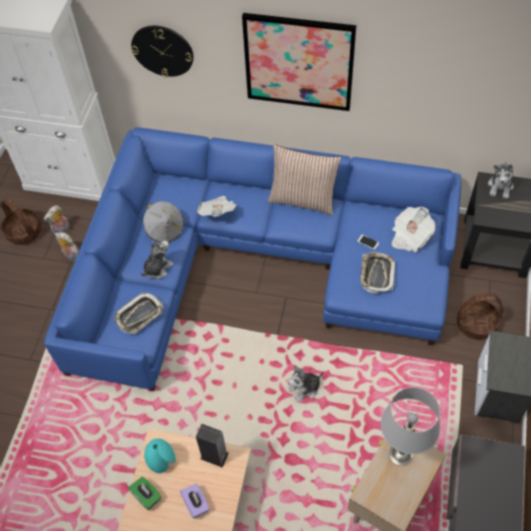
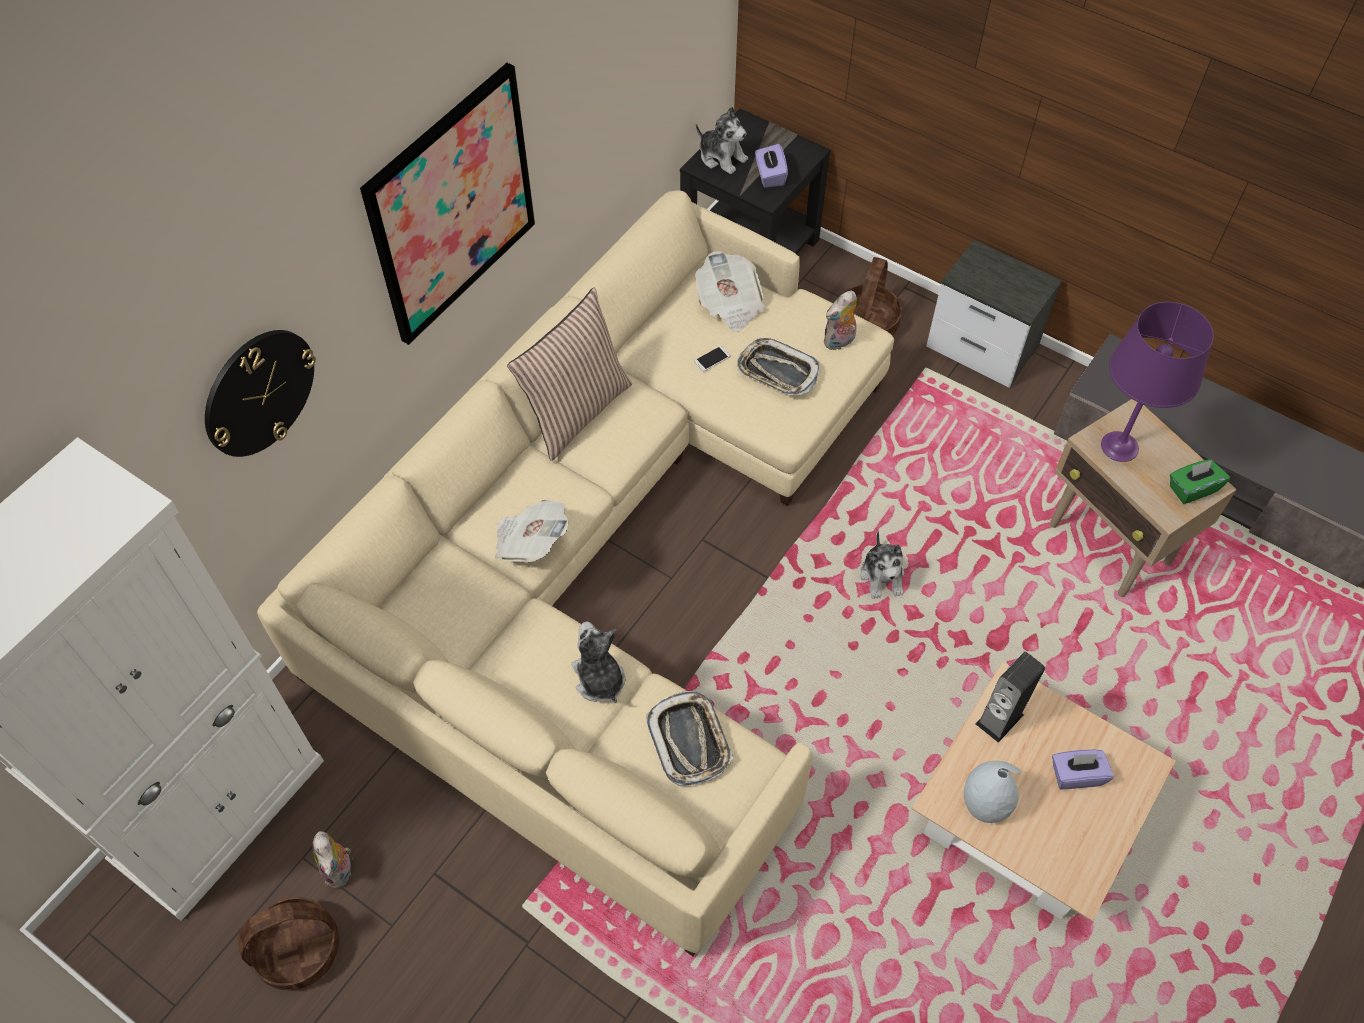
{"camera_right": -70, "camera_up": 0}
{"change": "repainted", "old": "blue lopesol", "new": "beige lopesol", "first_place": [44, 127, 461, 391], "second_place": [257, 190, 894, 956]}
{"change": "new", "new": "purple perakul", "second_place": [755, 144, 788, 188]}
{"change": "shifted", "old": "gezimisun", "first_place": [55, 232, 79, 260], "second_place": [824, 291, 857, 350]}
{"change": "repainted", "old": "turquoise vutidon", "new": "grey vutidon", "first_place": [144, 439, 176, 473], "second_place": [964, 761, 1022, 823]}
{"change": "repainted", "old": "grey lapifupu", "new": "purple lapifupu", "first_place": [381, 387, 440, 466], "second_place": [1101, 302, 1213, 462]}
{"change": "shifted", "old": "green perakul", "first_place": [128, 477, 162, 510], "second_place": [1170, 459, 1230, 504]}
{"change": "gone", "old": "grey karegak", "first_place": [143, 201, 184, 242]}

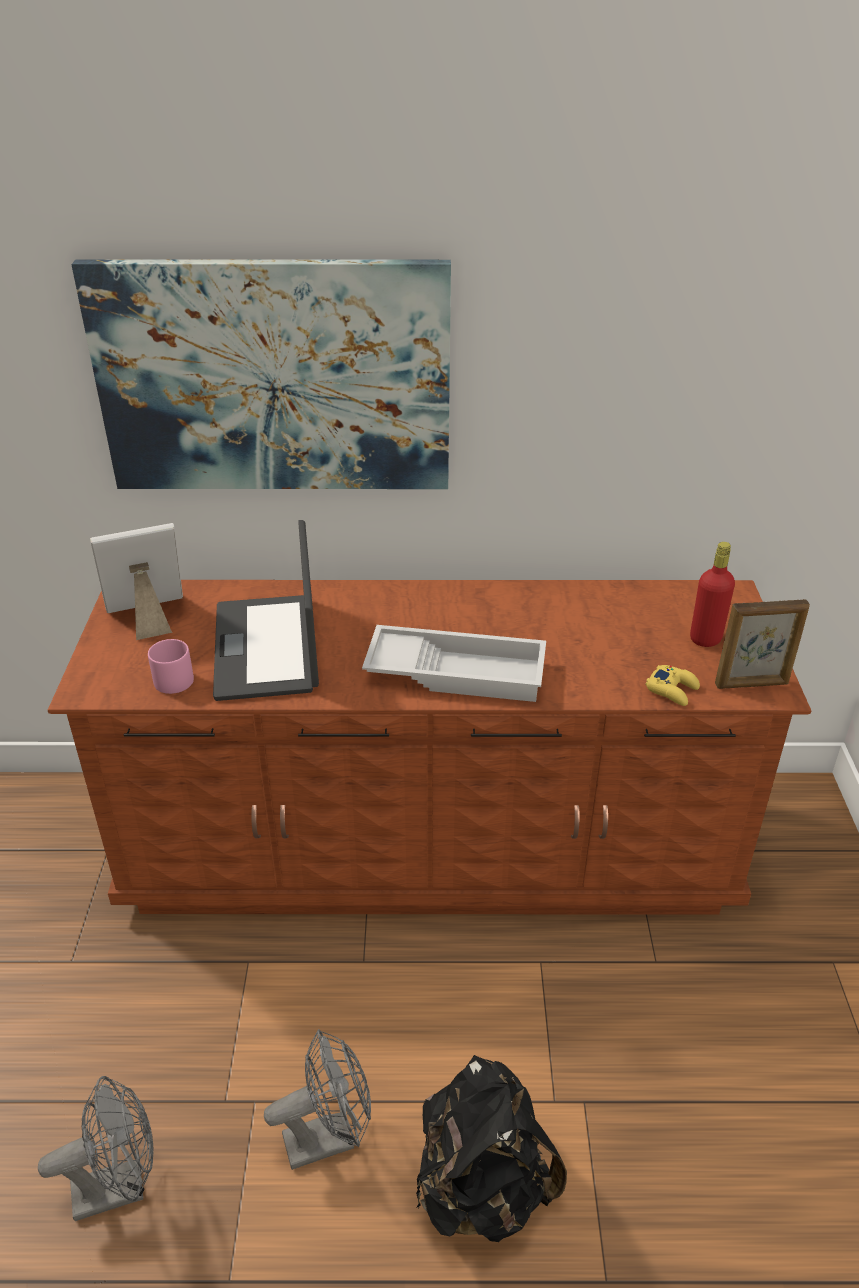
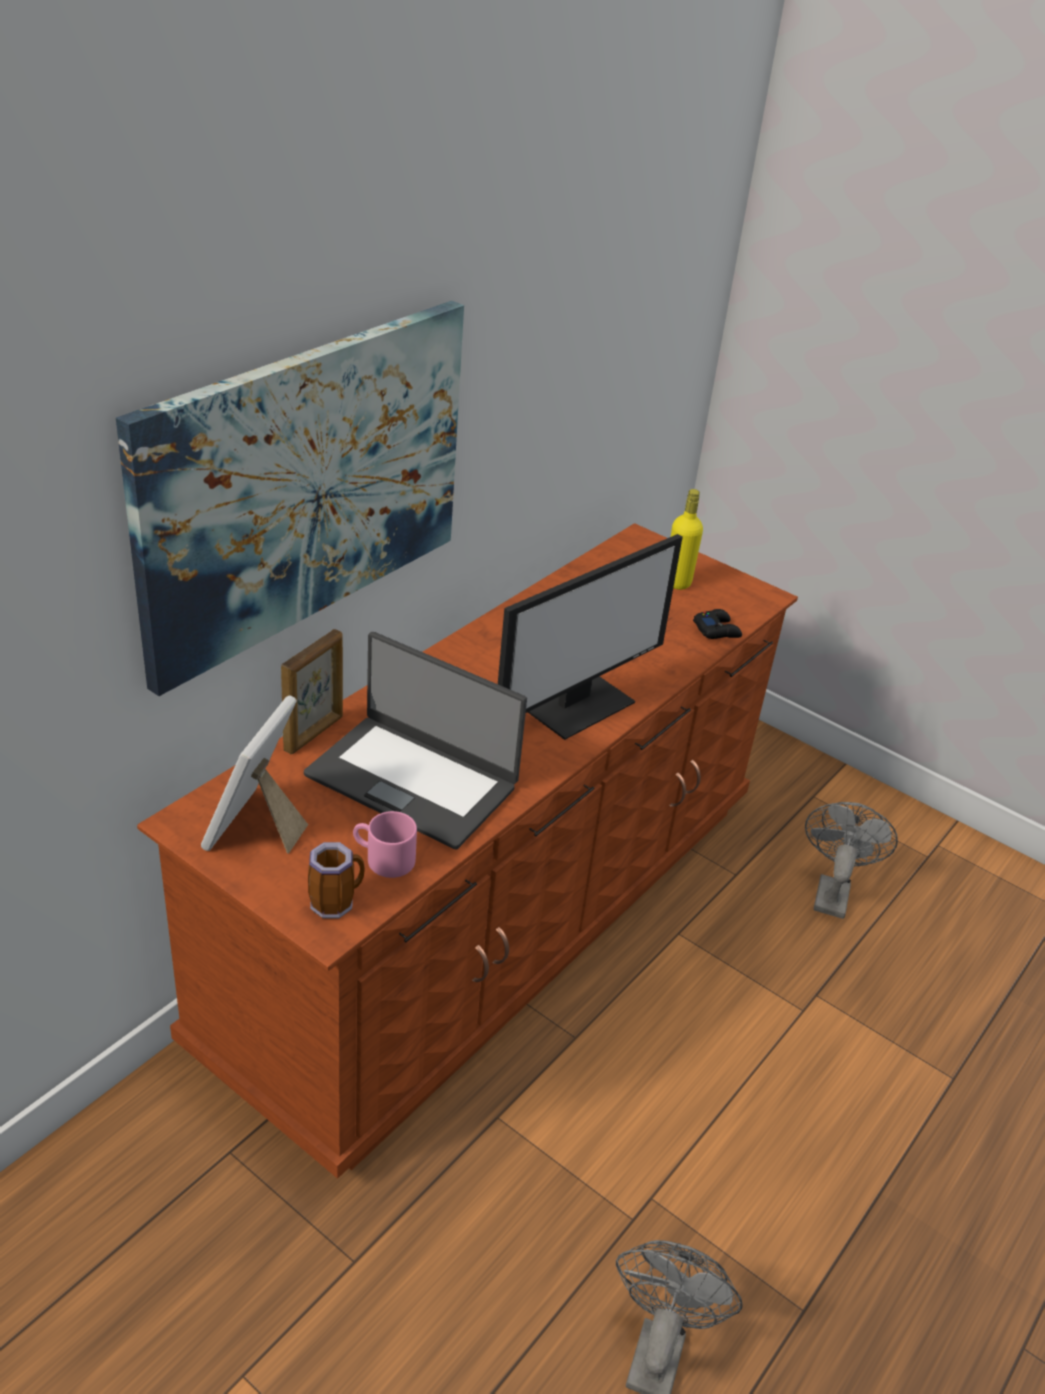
{"camera_right": -55, "camera_up": 0}
{"change": "shifted", "old": "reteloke", "first_place": [715, 599, 810, 689], "second_place": [281, 629, 343, 754]}
{"change": "new", "new": "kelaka", "second_place": [308, 842, 365, 919]}
{"change": "swapped", "old": "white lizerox", "new": "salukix", "first_place": [362, 625, 546, 702], "second_place": [498, 534, 683, 740]}
{"change": "repainted", "old": "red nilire", "new": "yellow nilire", "first_place": [690, 542, 735, 647], "second_place": [671, 489, 703, 590]}
{"change": "repainted", "old": "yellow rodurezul", "new": "black rodurezul", "first_place": [645, 665, 700, 706], "second_place": [693, 609, 742, 639]}
{"change": "shifted", "old": "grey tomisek", "first_place": [264, 1029, 371, 1170], "second_place": [805, 802, 898, 919]}
{"change": "gone", "old": "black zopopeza", "first_place": [416, 1055, 567, 1242]}

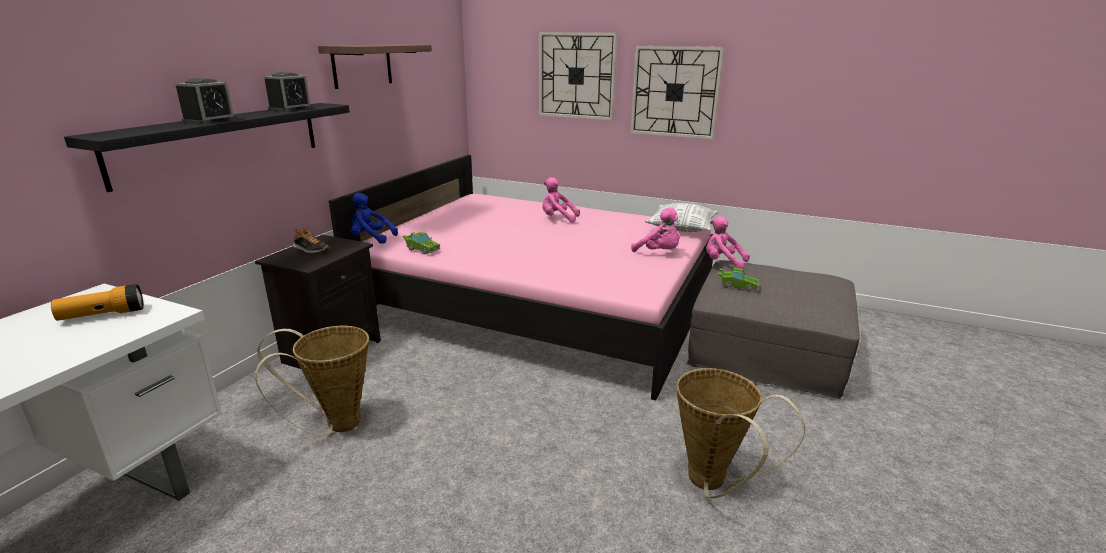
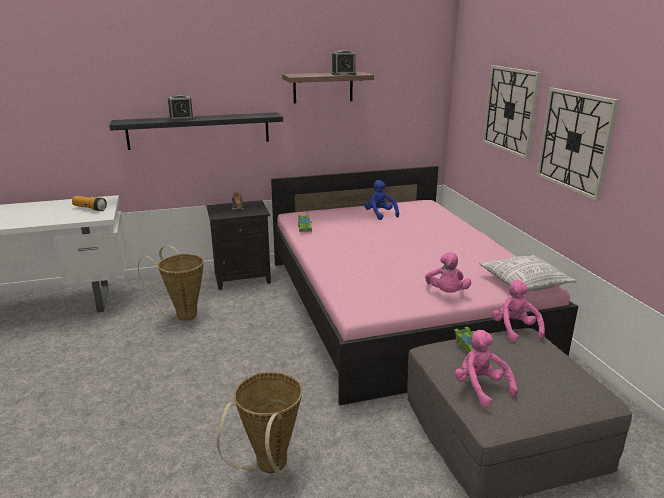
{"camera_right": 50, "camera_up": 0}
{"change": "shifted", "old": "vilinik", "first_place": [264, 72, 312, 112], "second_place": [331, 50, 356, 75]}
{"change": "shifted", "old": "blue gezimisun", "first_place": [351, 193, 398, 244], "second_place": [364, 180, 399, 220]}
{"change": "shifted", "old": "pink gezimisun", "first_place": [542, 177, 580, 223], "second_place": [455, 330, 518, 407]}

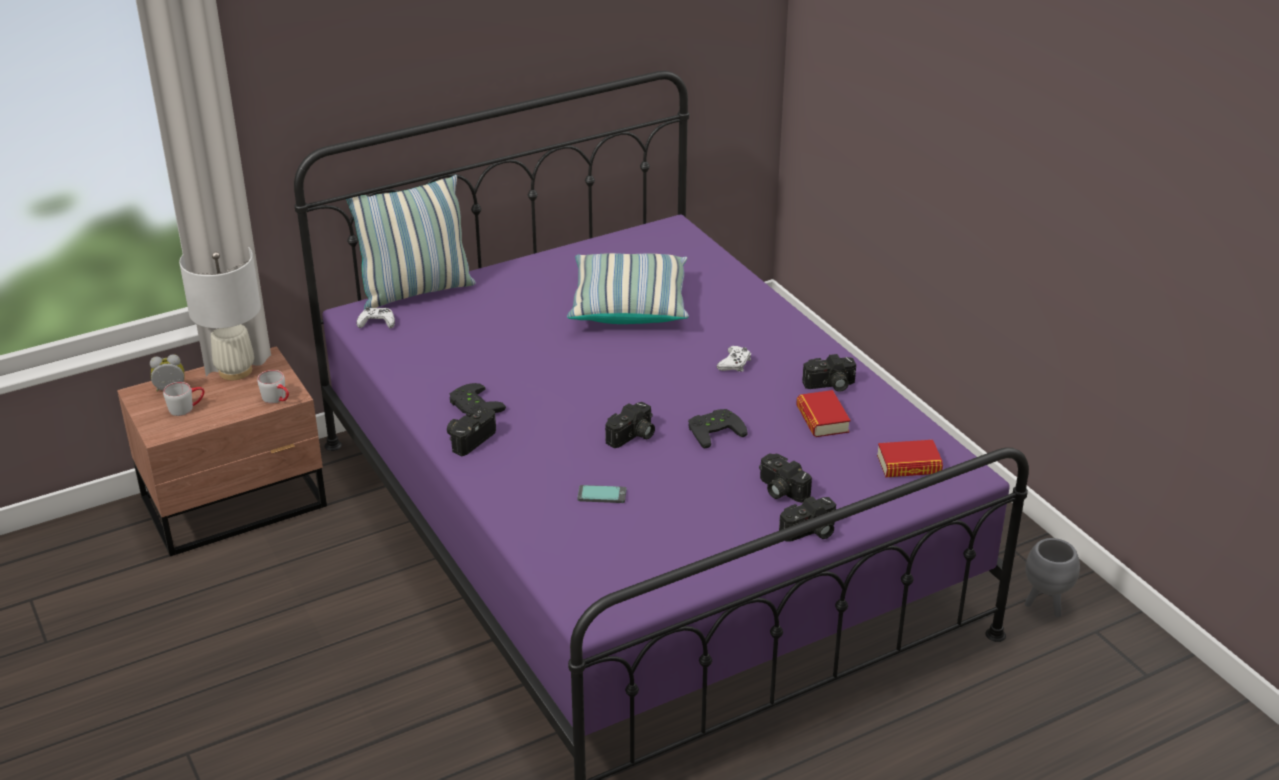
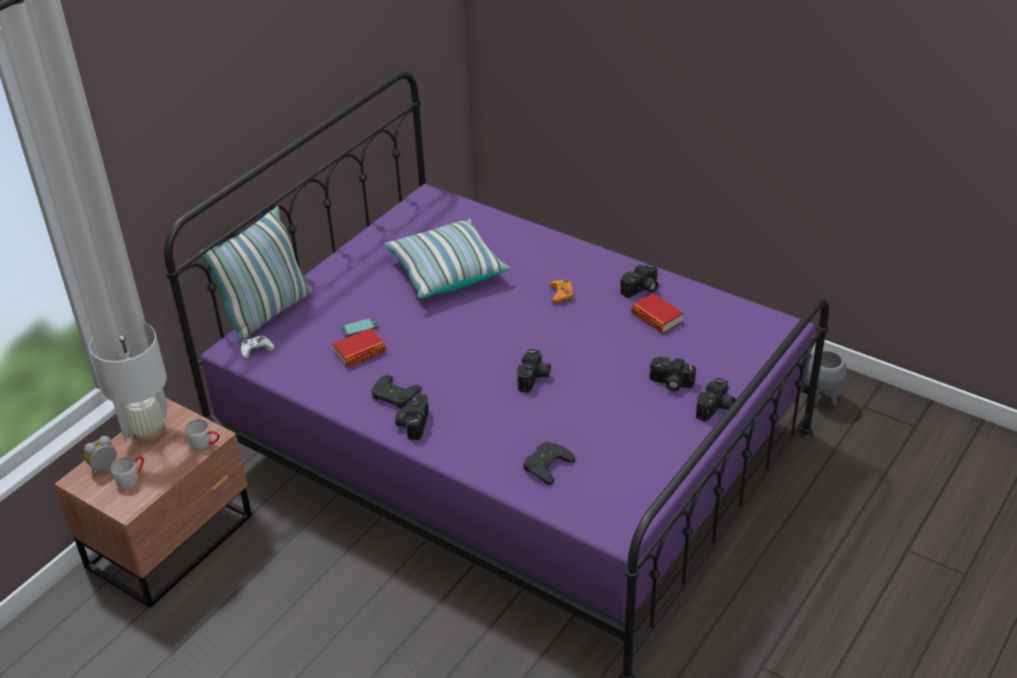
{"camera_right": -25, "camera_up": 5}
{"change": "shifted", "old": "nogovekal", "first_place": [877, 440, 943, 477], "second_place": [332, 328, 386, 368]}
{"change": "shifted", "old": "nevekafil", "first_place": [577, 485, 626, 503], "second_place": [341, 317, 379, 337]}
{"change": "shifted", "old": "black rodurezul", "first_place": [688, 409, 748, 449], "second_place": [523, 442, 575, 485]}
{"change": "repainted", "old": "white rodurezul", "new": "orange rodurezul", "first_place": [717, 346, 751, 372], "second_place": [550, 279, 573, 303]}

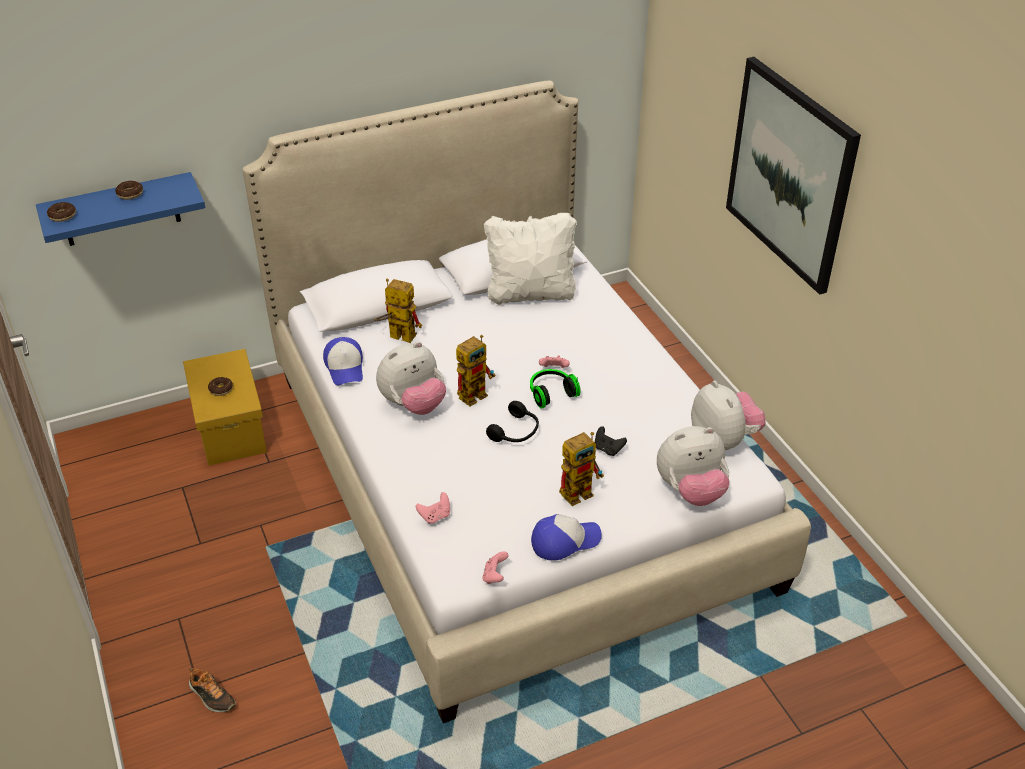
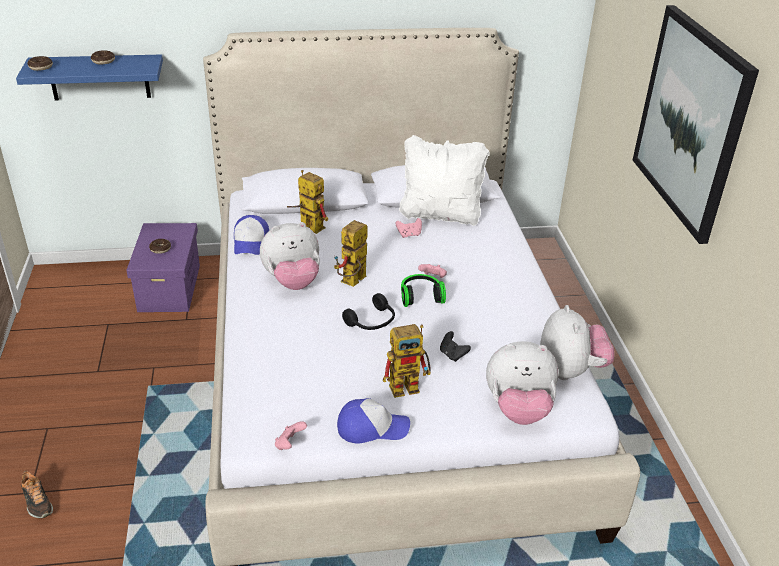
{"camera_right": 15, "camera_up": -5}
{"change": "repainted", "old": "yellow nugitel", "new": "purple nugitel", "first_place": [183, 349, 267, 466], "second_place": [126, 223, 200, 312]}
{"change": "rotated", "old": "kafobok", "first_place": [456, 335, 495, 406], "second_place": [334, 220, 368, 287], "degrees": 150}
{"change": "shifted", "old": "pink rodurezul", "first_place": [416, 492, 450, 524], "second_place": [395, 218, 422, 238]}

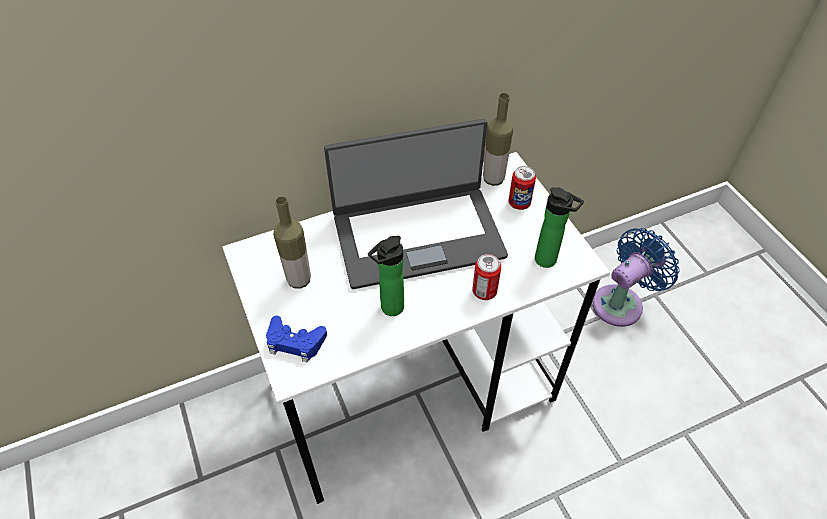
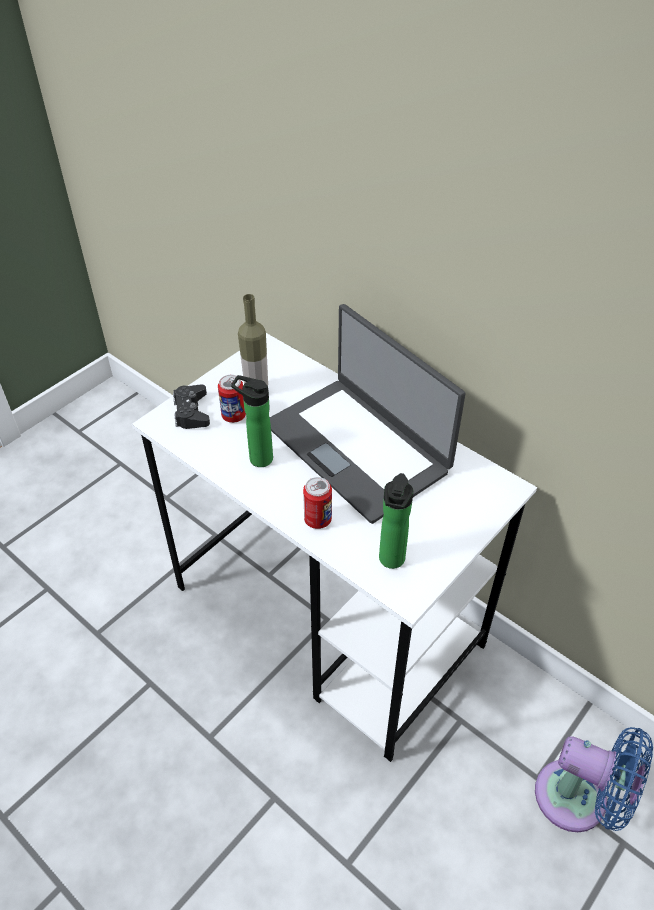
{"camera_right": 65, "camera_up": -5}
{"change": "repainted", "old": "blue rodurezul", "new": "black rodurezul", "first_place": [266, 316, 327, 362], "second_place": [173, 384, 210, 429]}
{"change": "shifted", "old": "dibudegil", "first_place": [508, 166, 536, 210], "second_place": [218, 375, 246, 423]}
{"change": "gone", "old": "nilire", "first_place": [483, 93, 513, 186]}

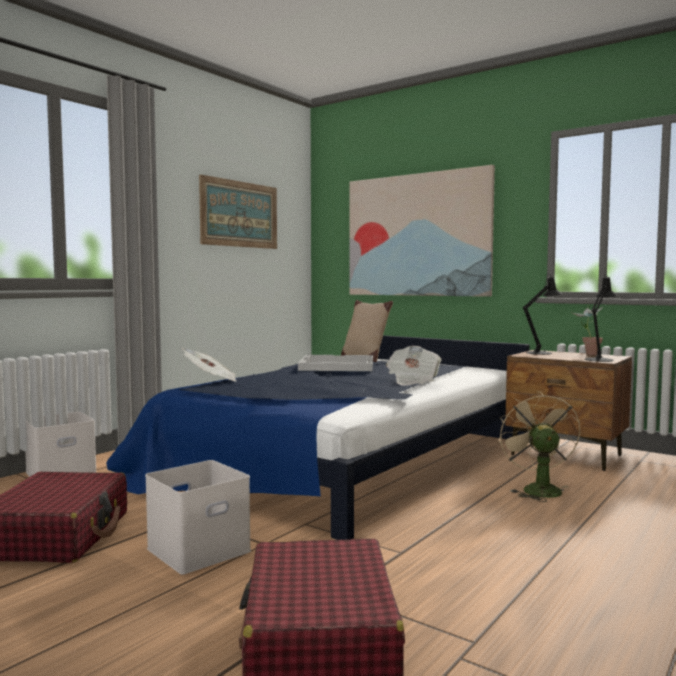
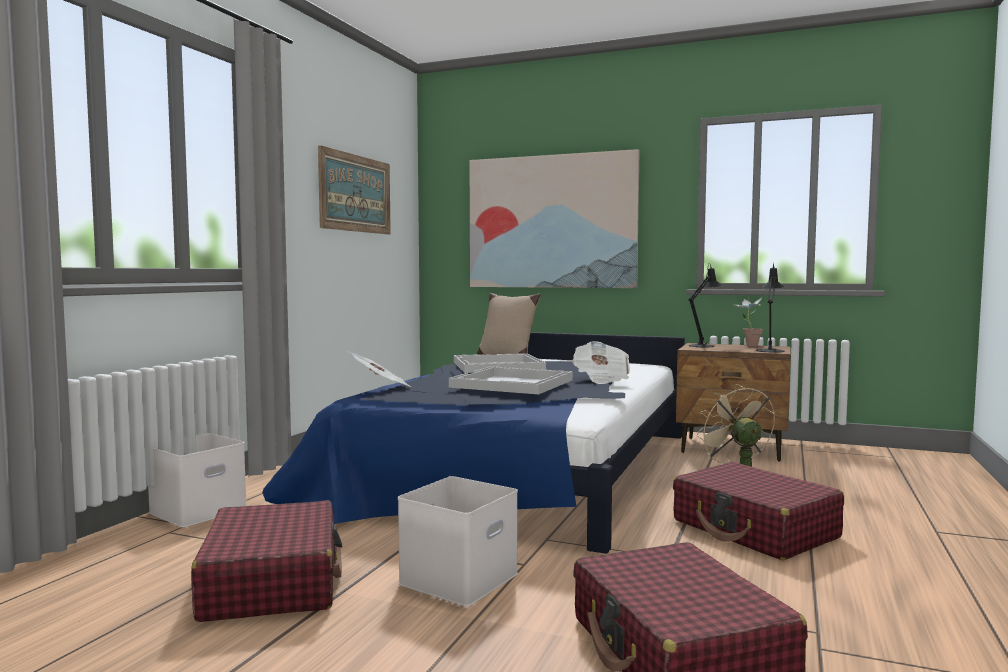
{"camera_right": -15, "camera_up": 0}
{"change": "new", "new": "white lizerox", "second_place": [449, 366, 573, 394]}
{"change": "new", "new": "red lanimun", "second_place": [673, 462, 844, 560]}

